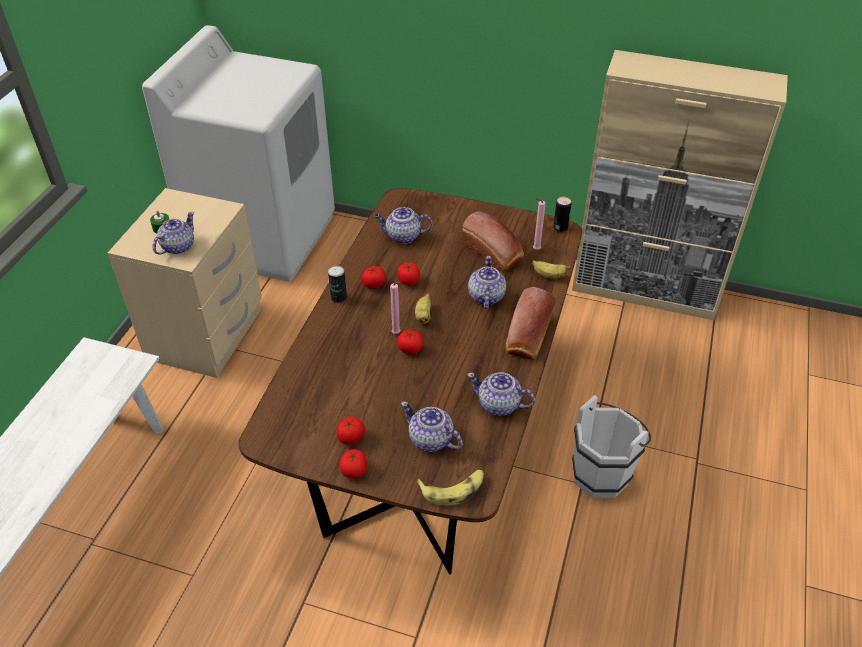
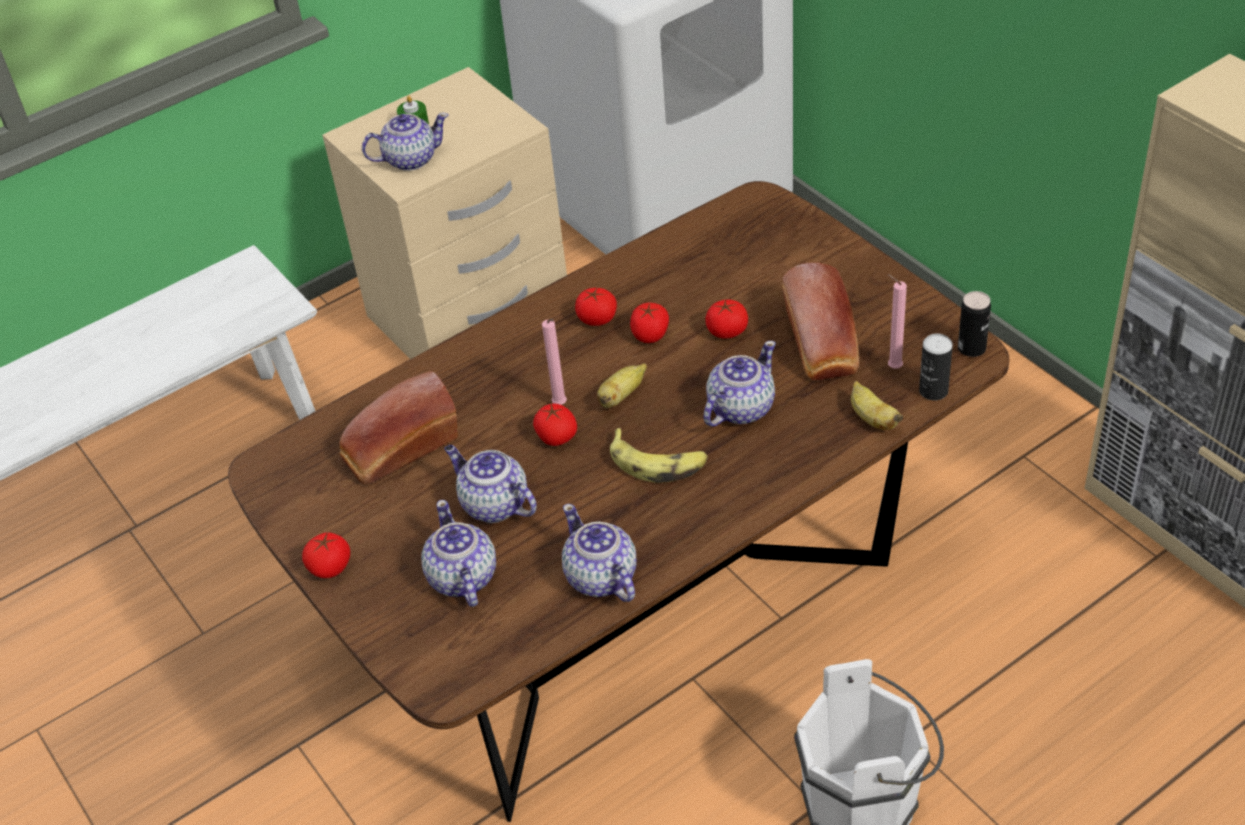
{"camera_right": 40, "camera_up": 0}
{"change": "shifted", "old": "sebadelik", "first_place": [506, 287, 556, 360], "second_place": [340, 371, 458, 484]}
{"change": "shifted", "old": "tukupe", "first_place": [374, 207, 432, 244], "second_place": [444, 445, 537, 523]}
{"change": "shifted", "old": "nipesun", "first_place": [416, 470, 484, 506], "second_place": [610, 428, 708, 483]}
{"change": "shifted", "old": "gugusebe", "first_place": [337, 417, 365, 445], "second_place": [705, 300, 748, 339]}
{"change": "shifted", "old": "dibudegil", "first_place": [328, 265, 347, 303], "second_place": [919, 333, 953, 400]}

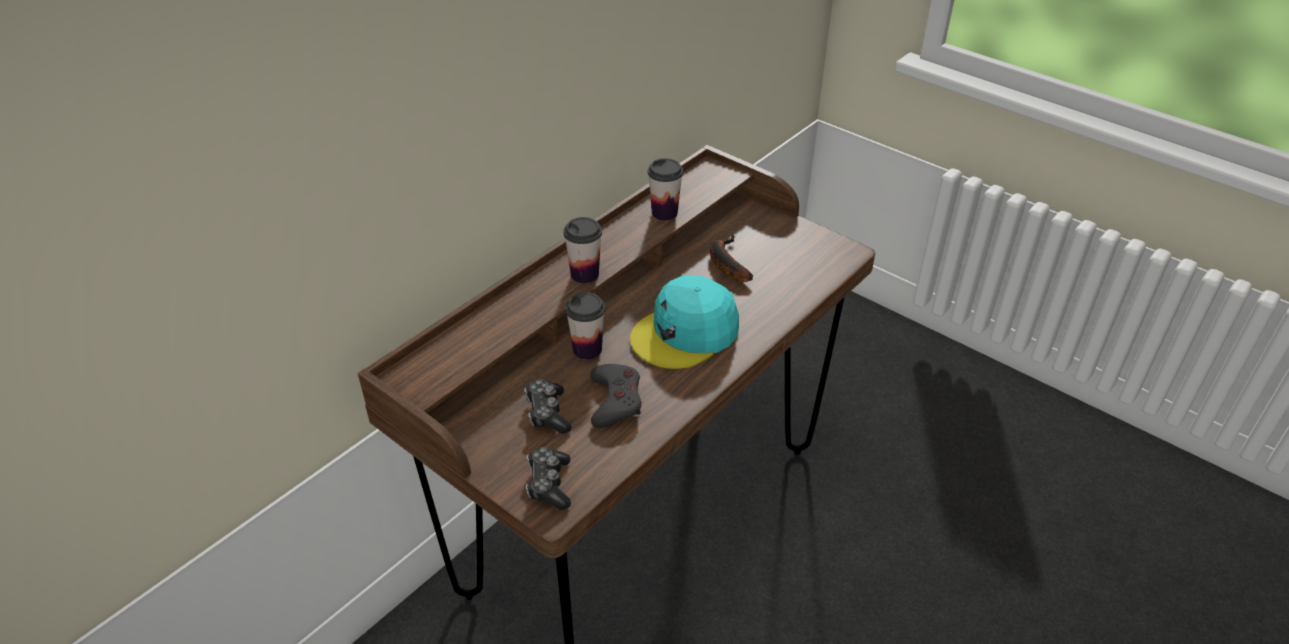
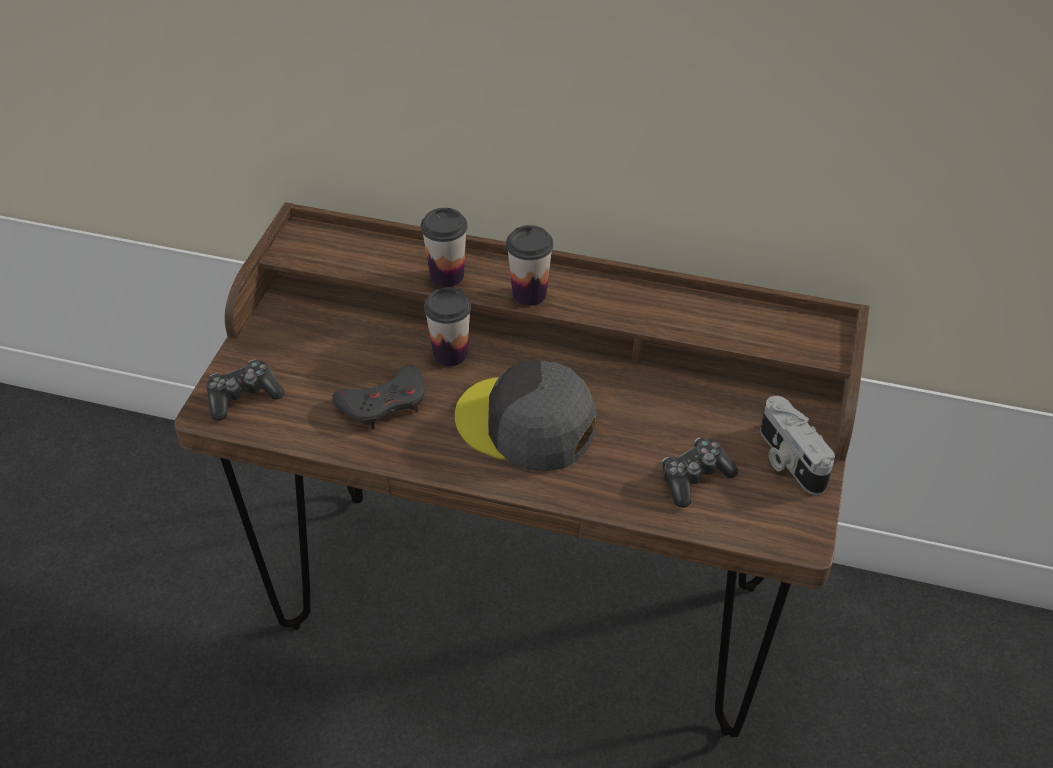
{"camera_right": 65, "camera_up": 5}
{"change": "shifted", "old": "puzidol", "first_place": [648, 158, 683, 221], "second_place": [421, 208, 468, 287]}
{"change": "repainted", "old": "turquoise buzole", "new": "grey buzole", "first_place": [630, 275, 739, 369], "second_place": [455, 360, 597, 471]}
{"change": "shifted", "old": "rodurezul", "first_place": [524, 379, 571, 434], "second_place": [662, 437, 738, 508]}
{"change": "new", "new": "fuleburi", "second_place": [760, 396, 835, 495]}
{"change": "gone", "old": "nipesun", "first_place": [710, 235, 753, 282]}

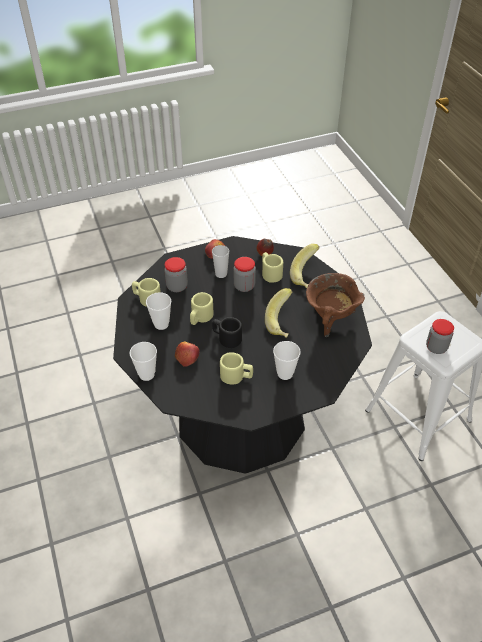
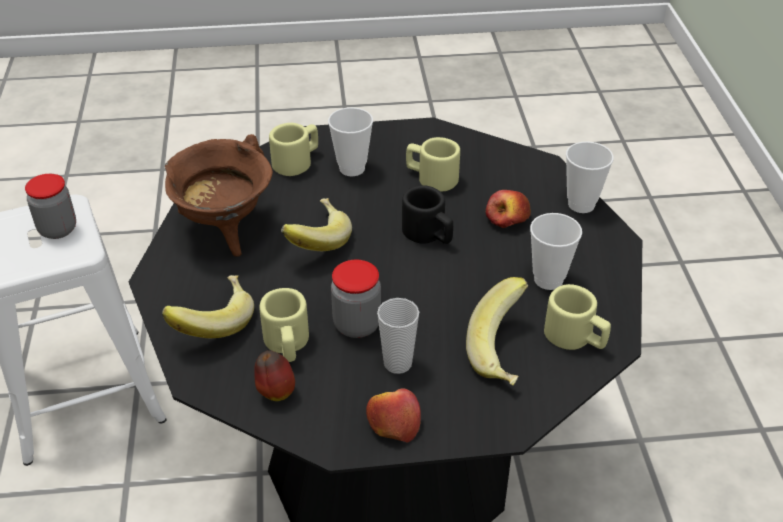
{"camera_right": -165, "camera_up": -5}
{"change": "shifted", "old": "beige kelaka", "first_place": [190, 292, 214, 325], "second_place": [269, 123, 318, 176]}
{"change": "swapped", "old": "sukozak", "new": "nipesun", "first_place": [164, 257, 188, 292], "second_place": [466, 277, 528, 386]}

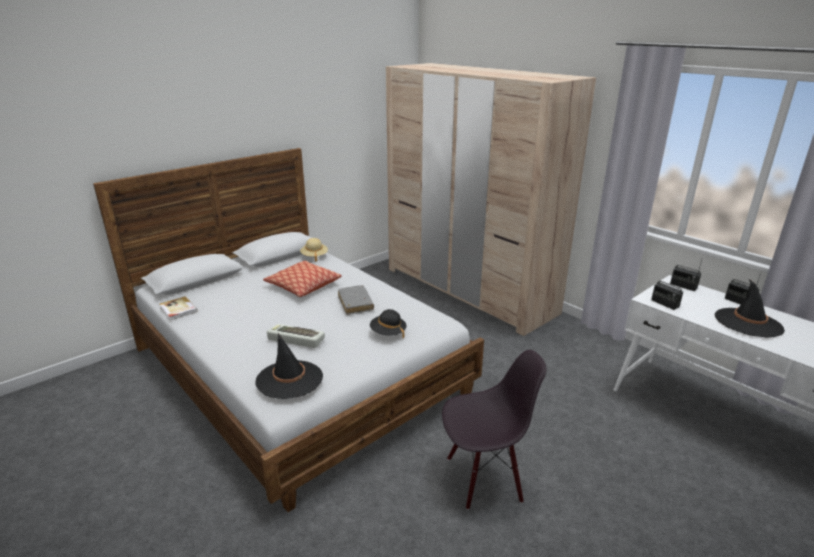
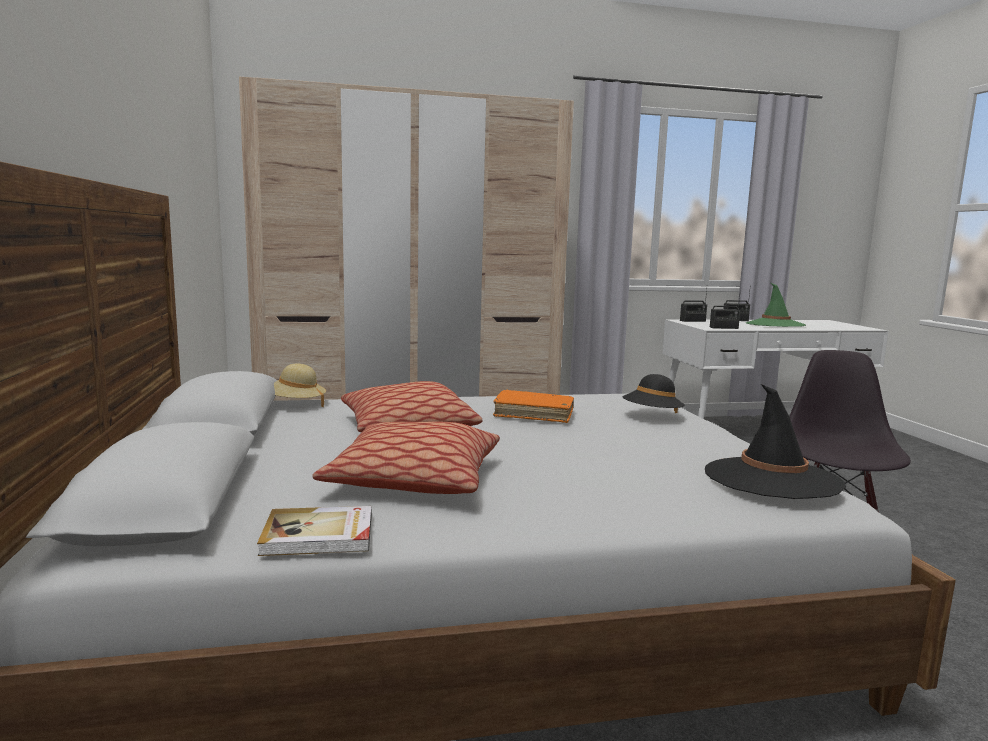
{"camera_right": -60, "camera_up": -15}
{"change": "new", "new": "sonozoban", "second_place": [312, 422, 500, 494]}
{"change": "repainted", "old": "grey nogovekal", "new": "orange nogovekal", "first_place": [338, 285, 374, 315], "second_place": [493, 390, 574, 423]}
{"change": "repainted", "old": "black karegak", "new": "green karegak", "first_place": [715, 279, 785, 338], "second_place": [746, 283, 806, 327]}
{"change": "gone", "old": "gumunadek", "first_place": [267, 324, 325, 348]}

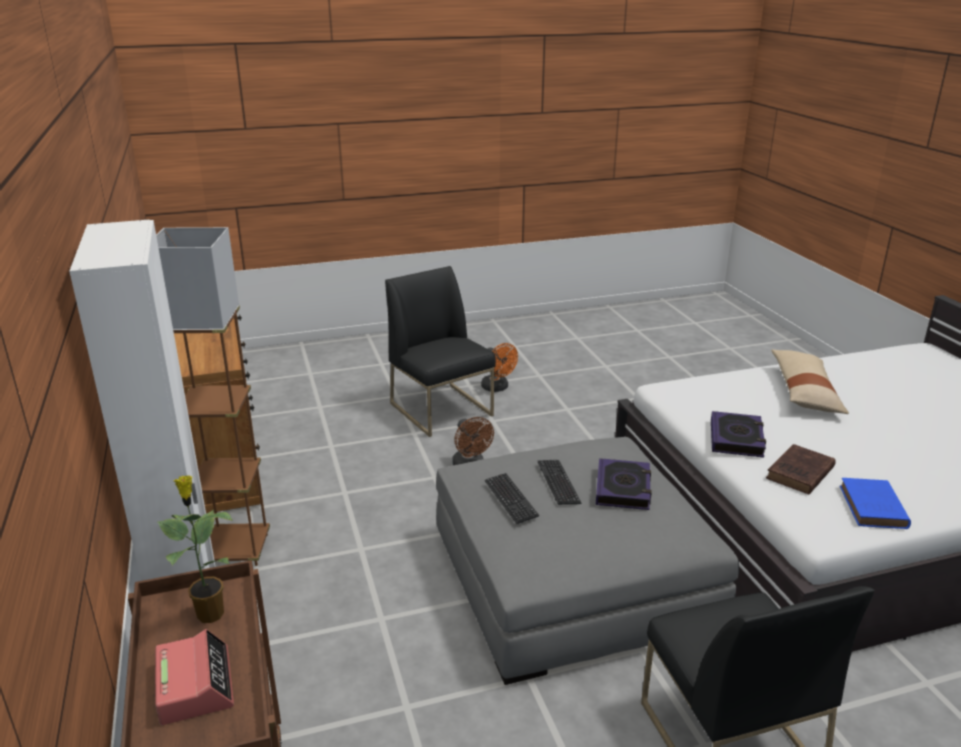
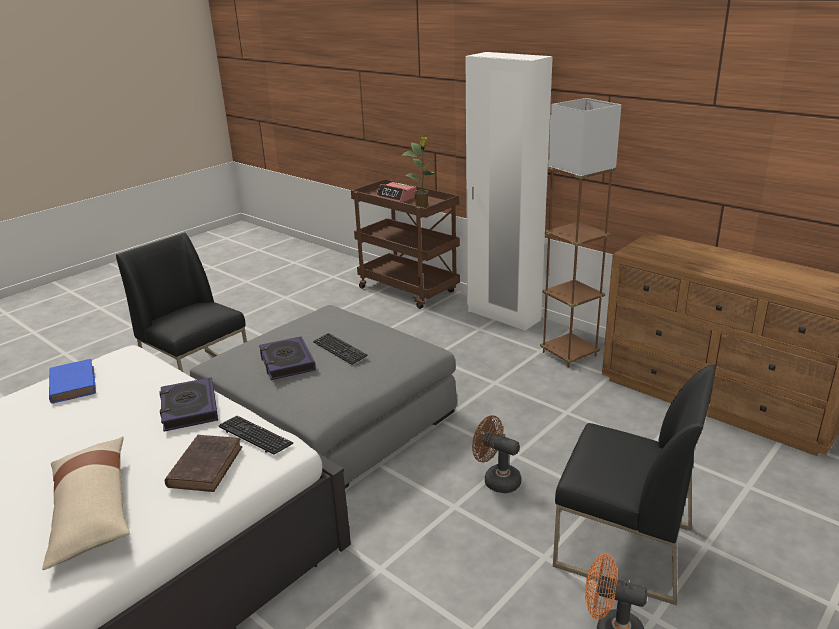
{"camera_right": 150, "camera_up": 0}
{"change": "shifted", "old": "brown nogovekal", "first_place": [766, 444, 836, 494], "second_place": [165, 435, 242, 492]}
{"change": "shifted", "old": "gumunadek", "first_place": [485, 473, 539, 524], "second_place": [218, 416, 293, 455]}

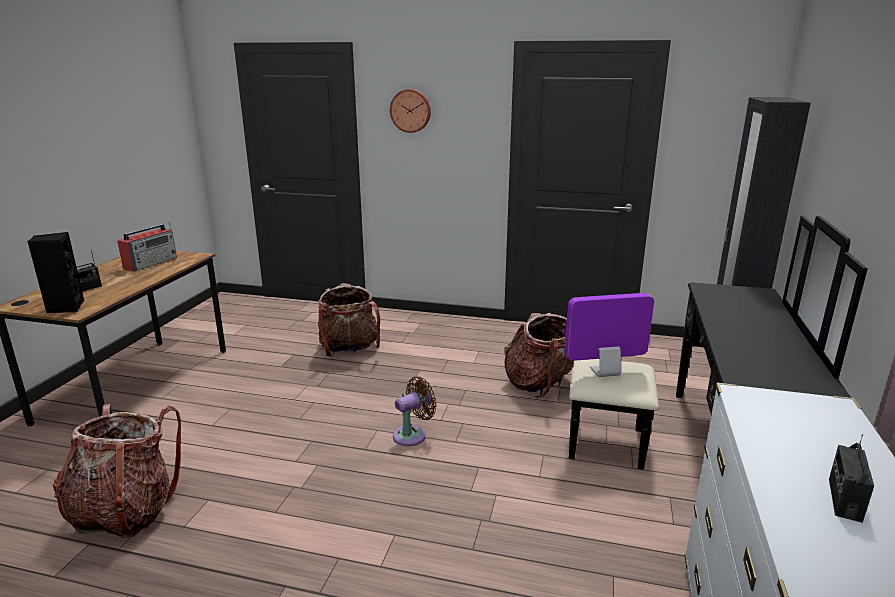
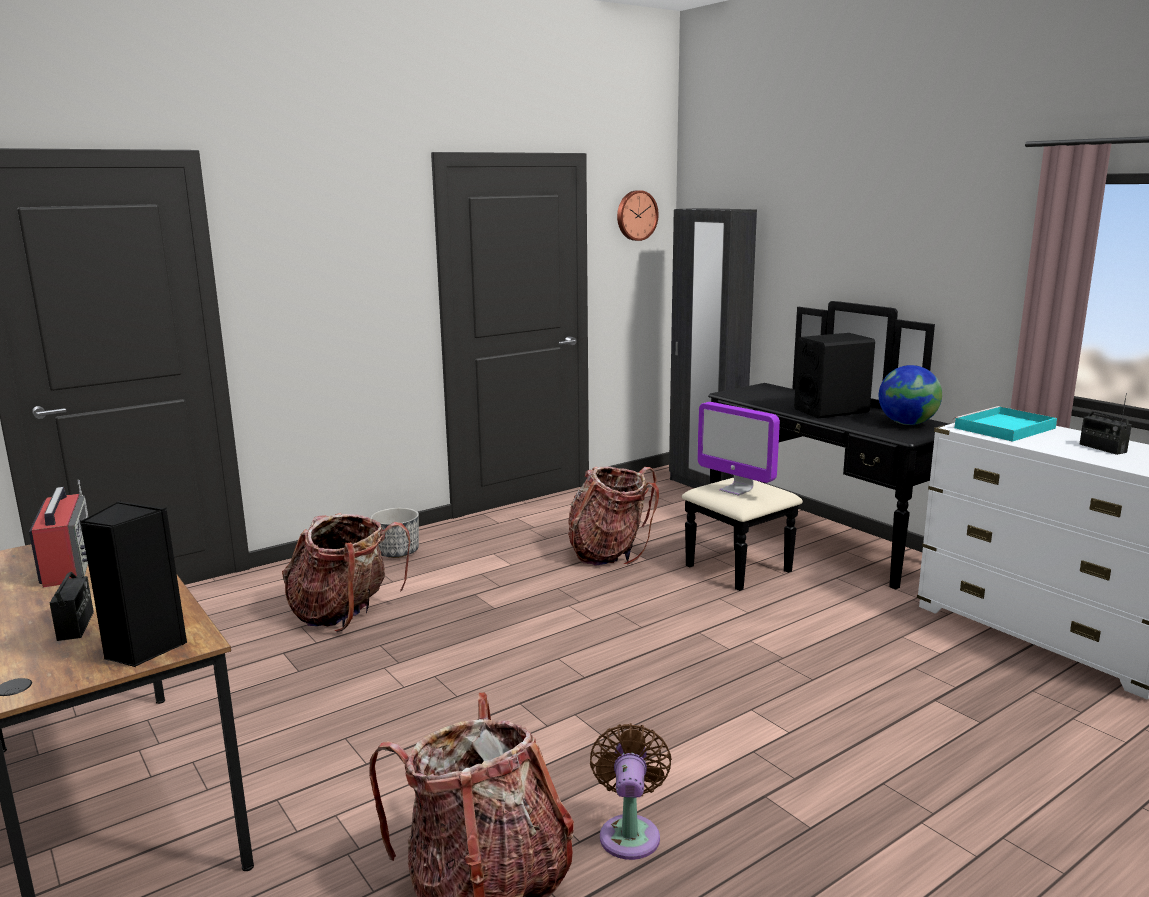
{"camera_right": -50, "camera_up": -5}
{"change": "new", "new": "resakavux", "second_place": [370, 508, 419, 558]}
{"change": "shifted", "old": "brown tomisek", "first_place": [393, 377, 437, 446], "second_place": [590, 723, 672, 860]}
{"change": "shifted", "old": "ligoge", "first_place": [390, 89, 431, 133], "second_place": [617, 190, 659, 241]}
{"change": "rotated", "old": "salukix", "first_place": [564, 293, 654, 377], "second_place": [697, 402, 780, 496], "degrees": -75}
{"change": "new", "new": "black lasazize", "second_place": [794, 333, 875, 418]}
{"change": "new", "new": "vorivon", "second_place": [879, 365, 942, 425]}
{"change": "new", "new": "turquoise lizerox", "second_place": [953, 406, 1057, 442]}

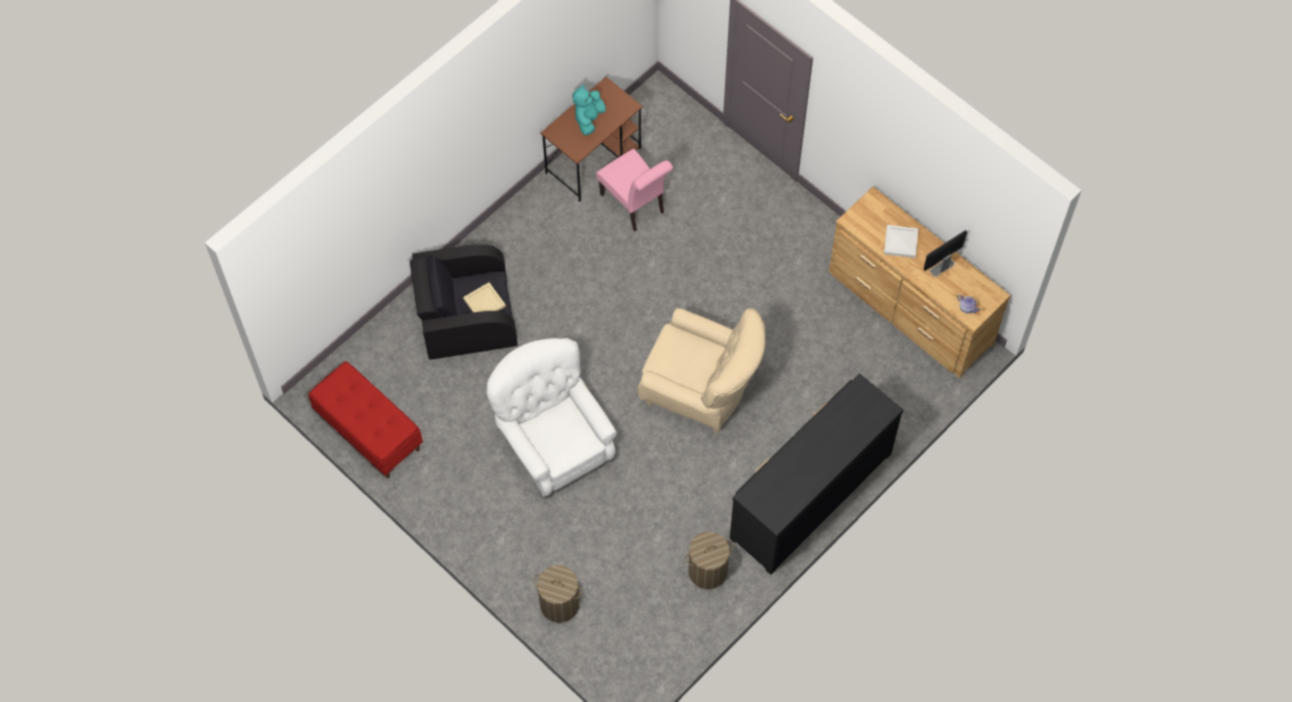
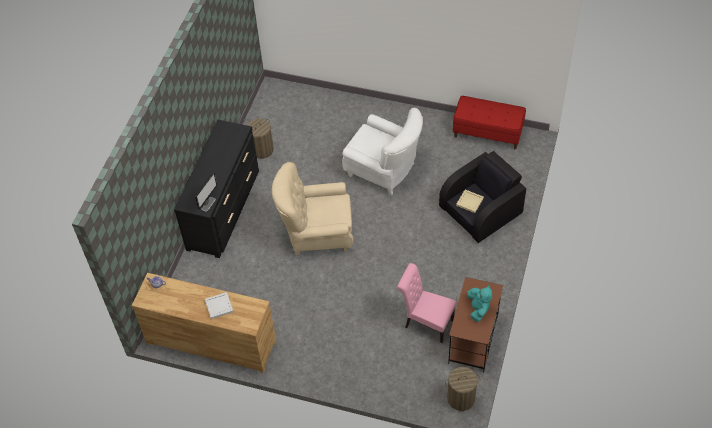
{"camera_right": 155, "camera_up": -10}
{"change": "shifted", "old": "salukix", "first_place": [923, 230, 967, 277], "second_place": [195, 172, 217, 211]}
{"change": "shifted", "old": "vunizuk", "first_place": [533, 565, 582, 623], "second_place": [445, 367, 481, 411]}

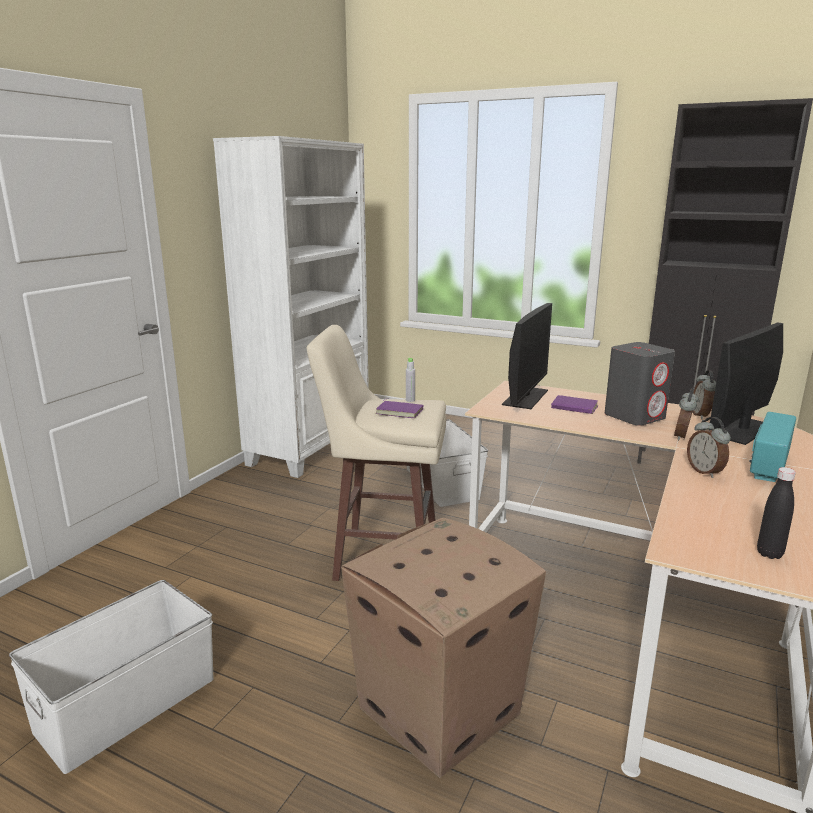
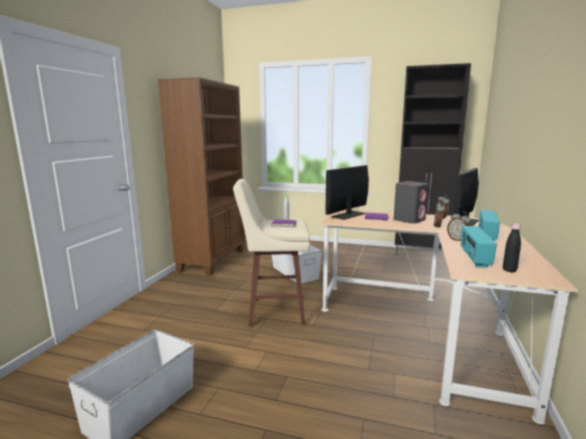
{"camera_right": -10, "camera_up": -5}
{"change": "repainted", "old": "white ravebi", "new": "brown ravebi", "first_place": [213, 136, 369, 478], "second_place": [158, 77, 245, 276]}
{"change": "rotated", "old": "salukix", "first_place": [502, 303, 552, 409], "second_place": [325, 165, 369, 220], "degrees": -150}
{"change": "new", "new": "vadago", "second_place": [461, 226, 497, 268]}
{"change": "gone", "old": "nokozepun", "first_place": [341, 518, 546, 778]}

